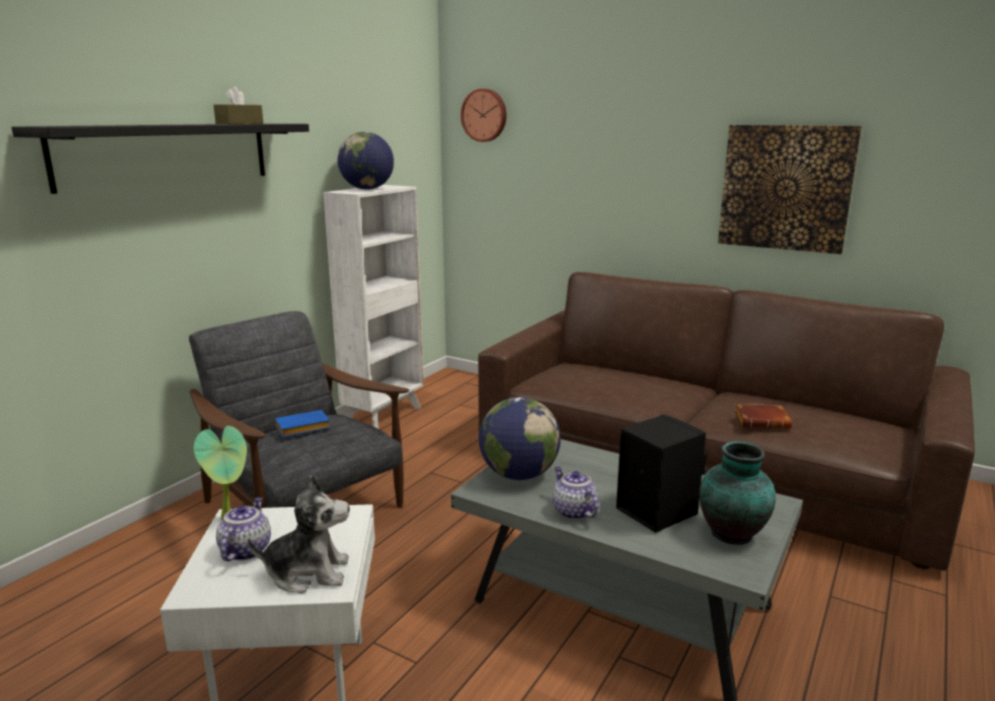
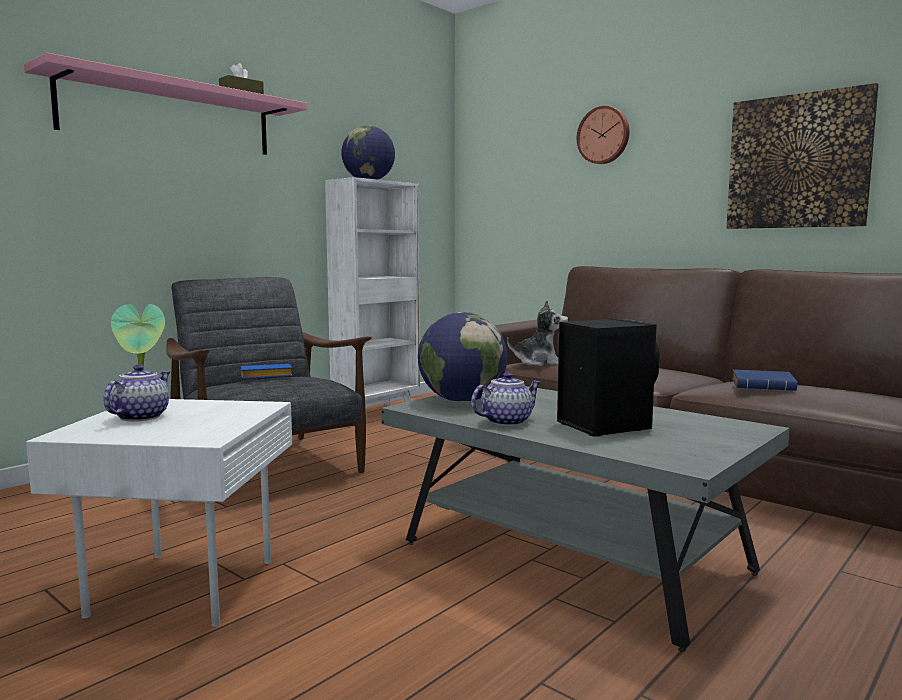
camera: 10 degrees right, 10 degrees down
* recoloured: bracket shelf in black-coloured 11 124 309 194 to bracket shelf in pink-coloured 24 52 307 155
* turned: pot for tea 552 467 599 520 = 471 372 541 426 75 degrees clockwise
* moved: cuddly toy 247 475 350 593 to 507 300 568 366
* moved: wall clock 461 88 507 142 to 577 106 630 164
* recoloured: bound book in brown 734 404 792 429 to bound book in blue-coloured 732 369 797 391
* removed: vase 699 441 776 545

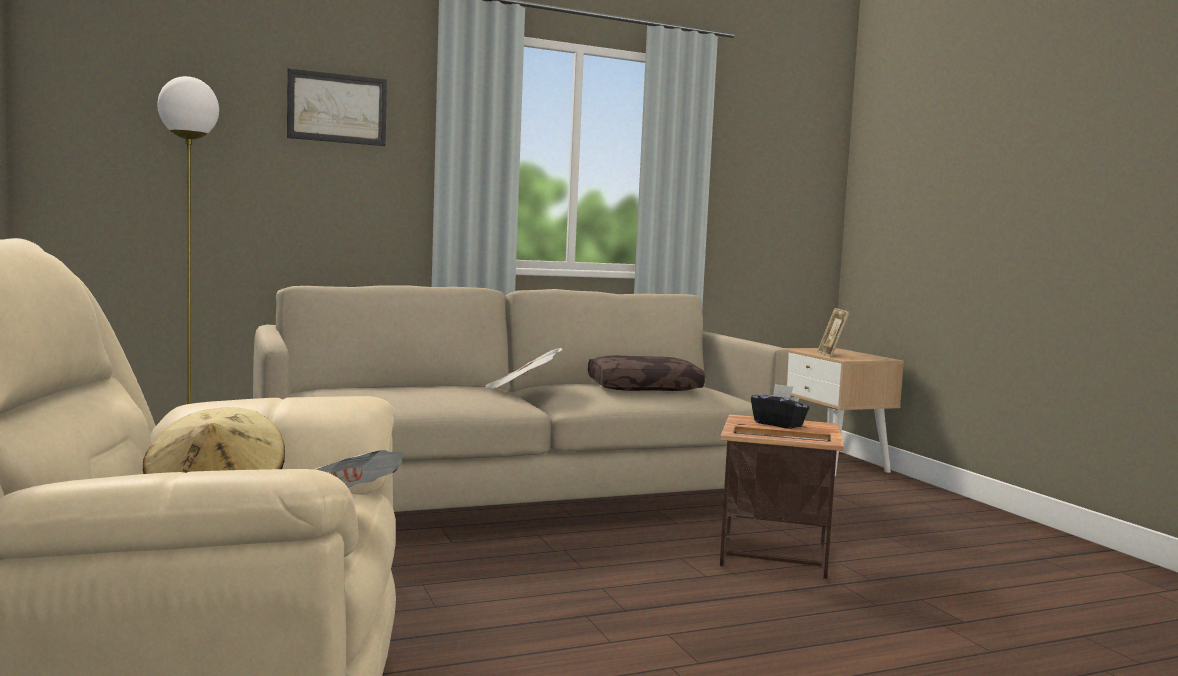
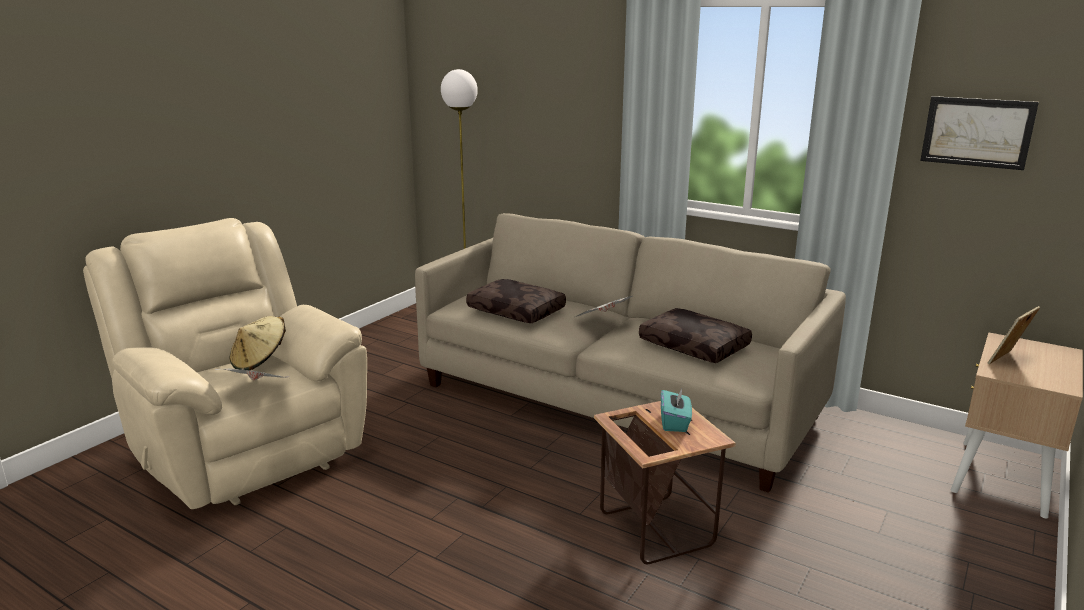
camera: 55 degrees right, 15 degrees up
* added: cushion in brown 466 279 566 323
* recoloured: tissue box in black-coloured 751 384 809 429 to tissue box in turquoise-coloured 661 388 692 432
* moved: picture 287 68 387 146 to 920 96 1039 170

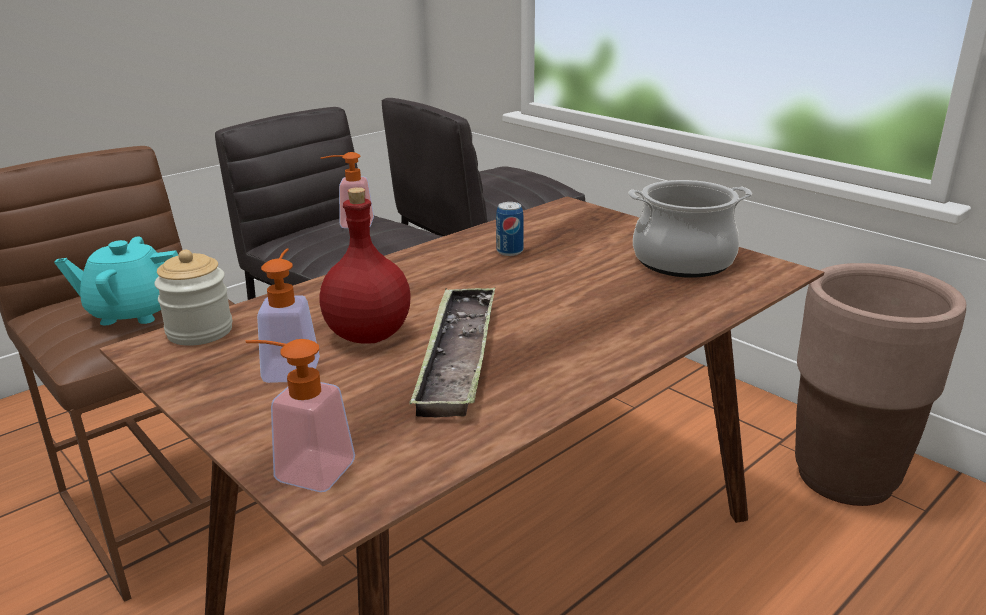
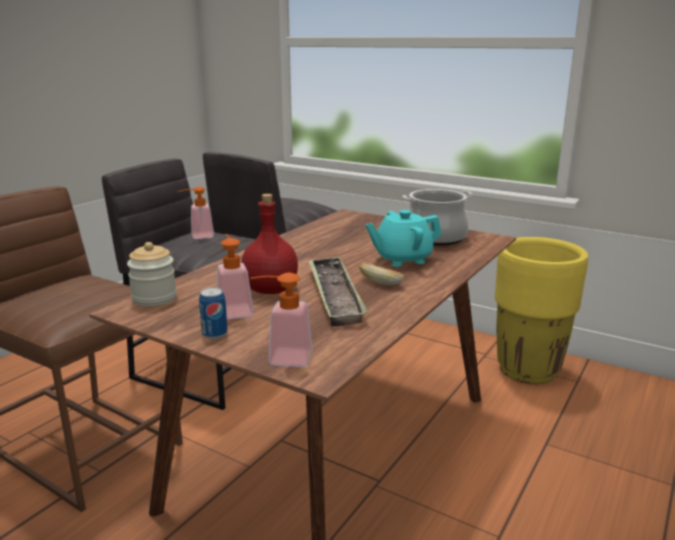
camera: 15 degrees left, 5 degrees down
* moved: can 496 202 524 256 to 199 288 228 339
* added: bread 359 263 404 285
* moved: pot for tea in turquoise-coloured 54 237 178 325 to 366 210 442 267
* recoloured: flower pot in brown 795 263 966 506 to flower pot in yellowish 495 237 588 384

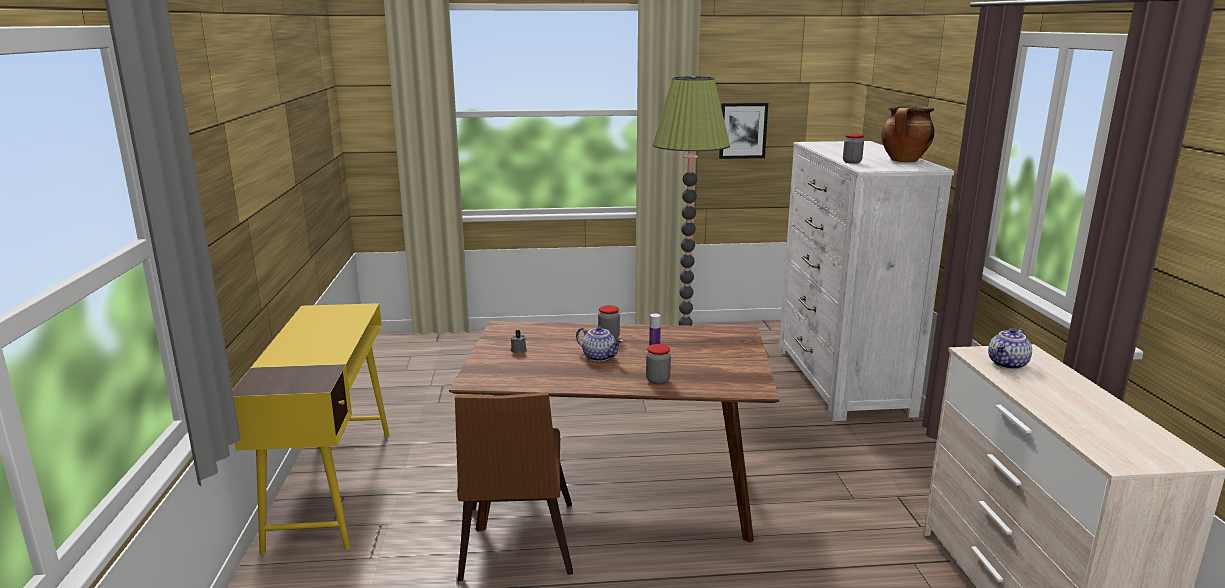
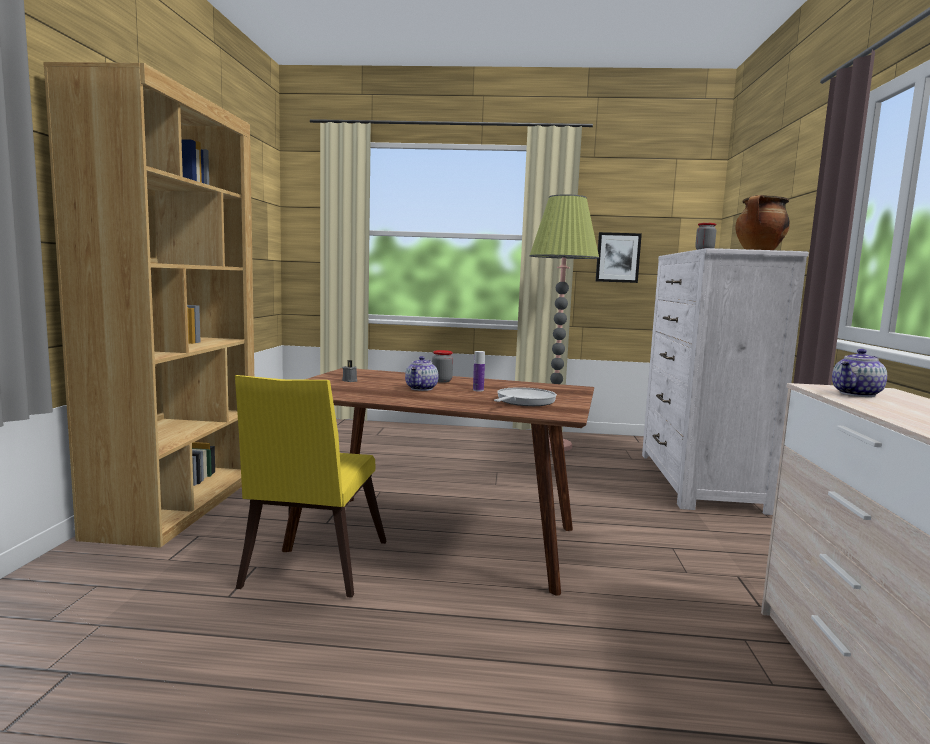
camera: 10 degrees right, 10 degrees down
* replaced: desk table in yellowish 233 303 390 555 to bookshelf in brown 43 62 254 548
* recoloured: plain chair in brown 455 392 573 581 to plain chair in yellowish 235 375 387 598
* turned: pot for tea 576 326 623 362 = 405 356 438 391 60 degrees clockwise
* added: pan 494 387 557 406
* removed: jar 646 344 671 384

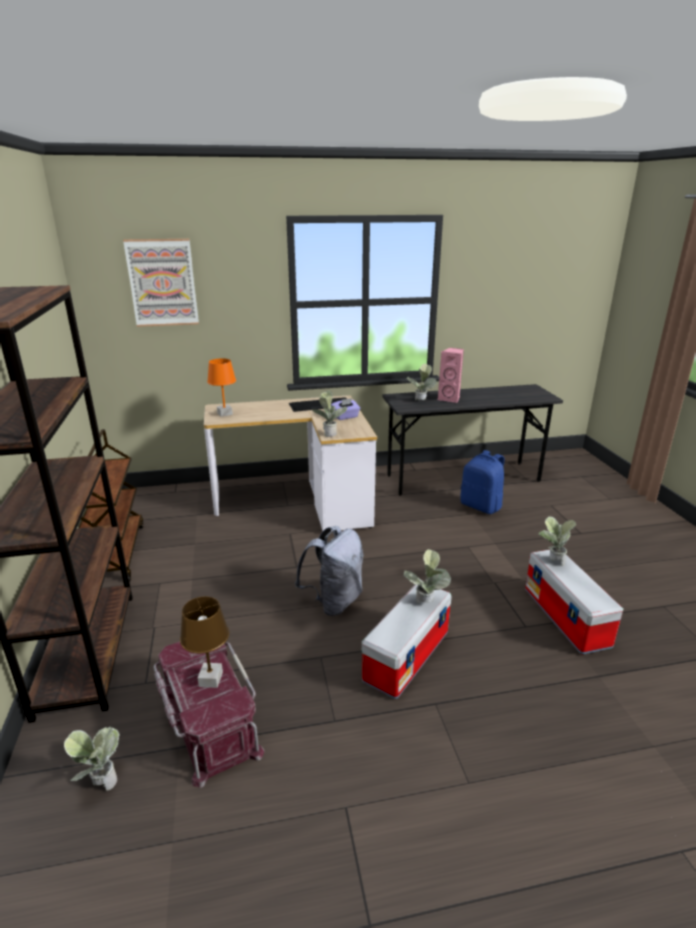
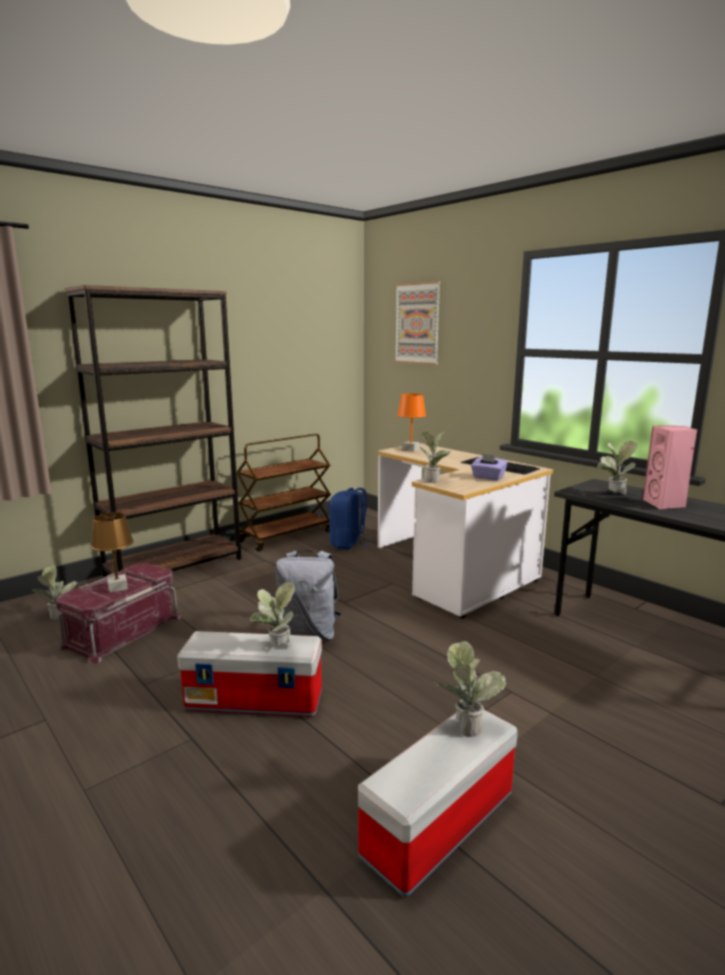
camera: 60 degrees right, 10 degrees down
* moved: backpack in blue-coloured 460 450 505 514 to 329 488 373 550

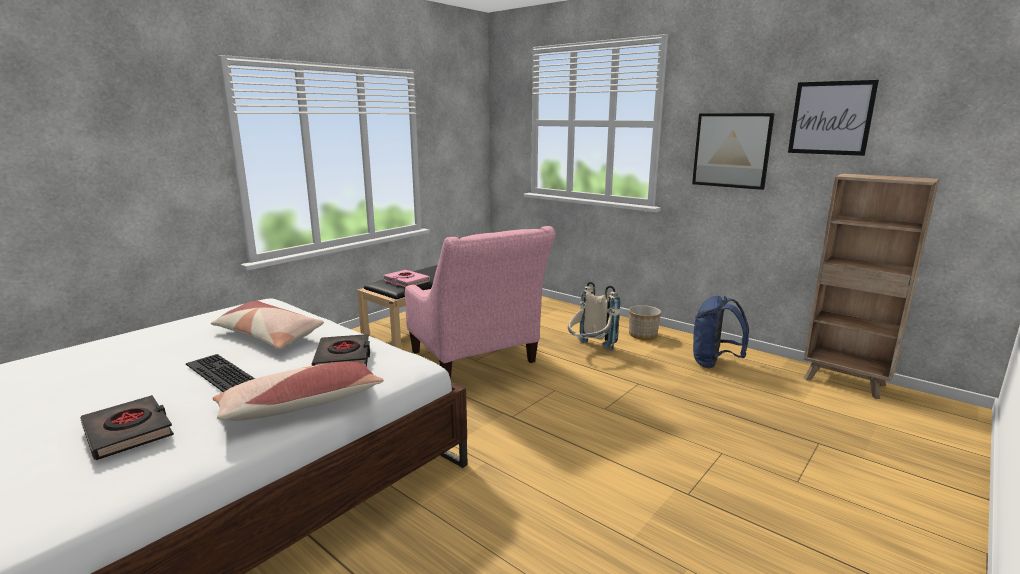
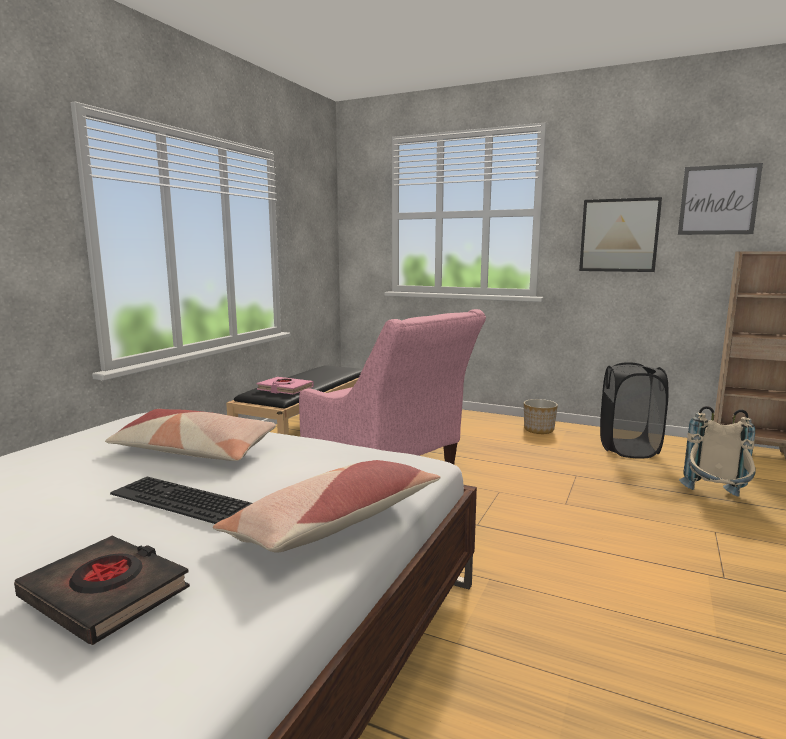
camera: 15 degrees left, 5 degrees down
* replaced: backpack in blue-coloured 693 296 749 368 to laundry basket in black-coloured 600 362 669 458
* moved: backpack in beige 568 282 620 350 to 679 406 756 497
* removed: bound book in black-coloured 312 334 370 367

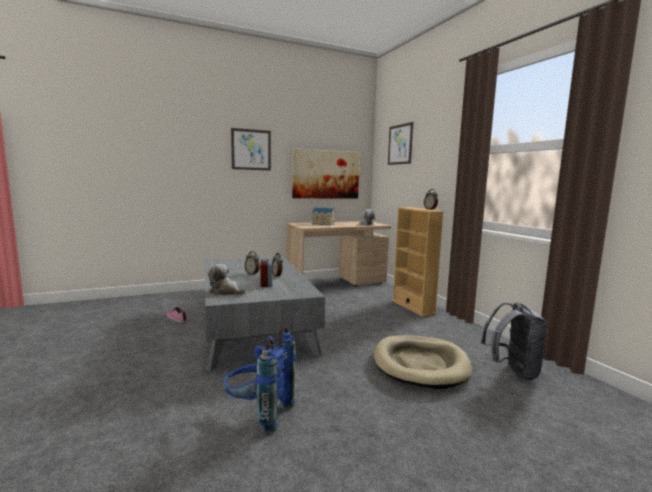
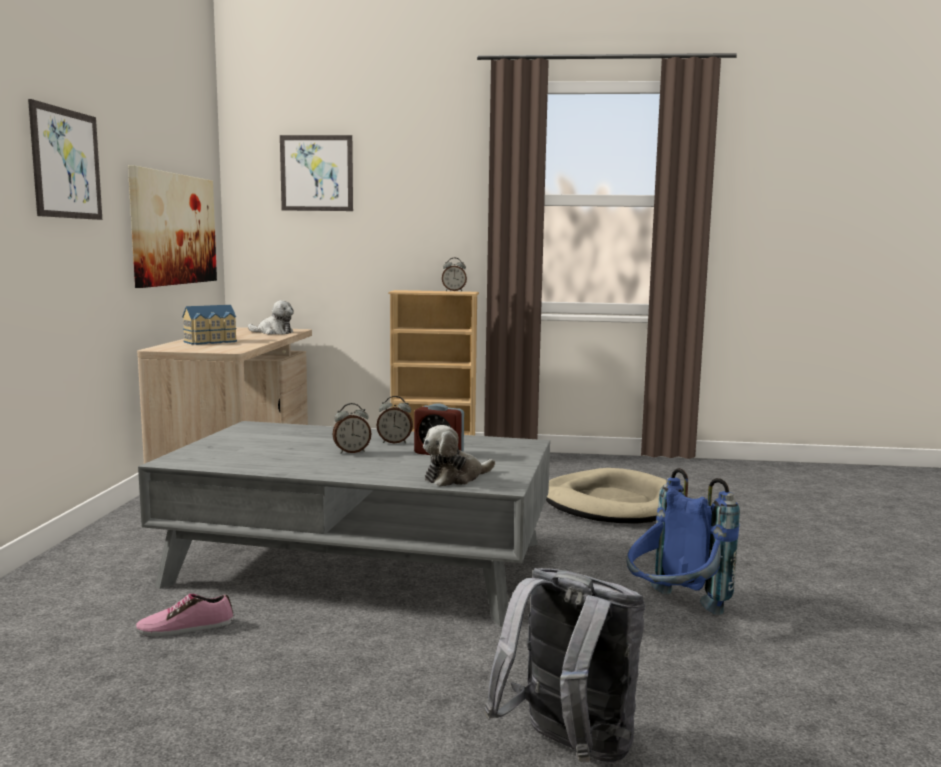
camera: 60 degrees left, 0 degrees up
* moved: backpack in gray 481 302 548 380 to 484 568 645 763

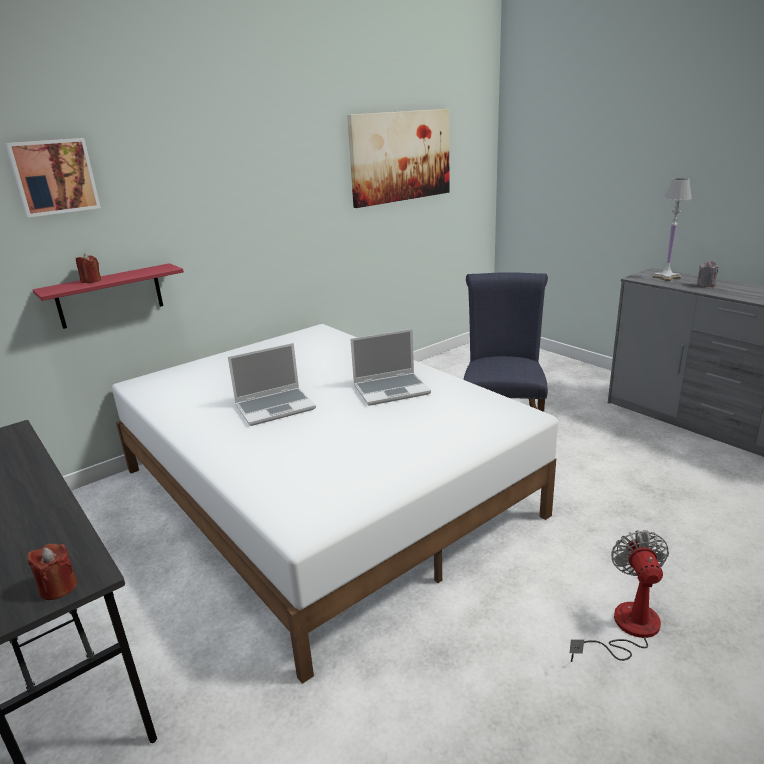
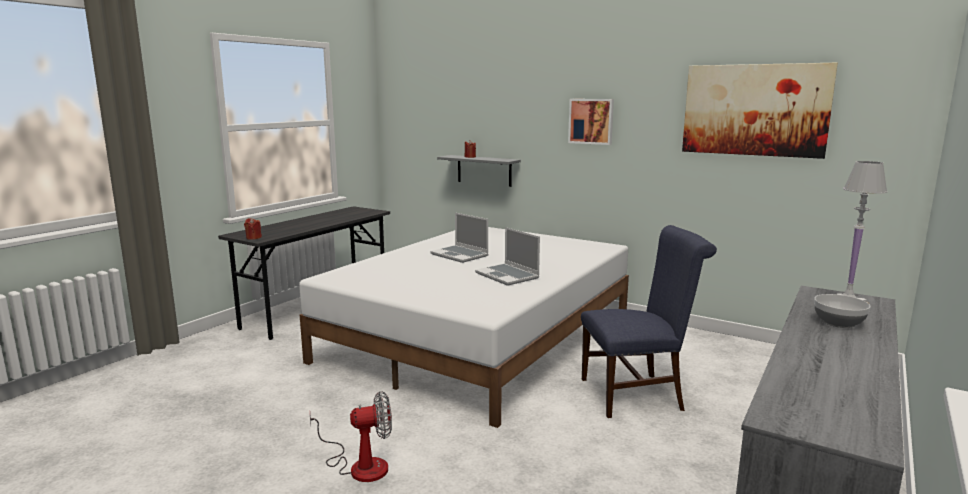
camera: 70 degrees right, 10 degrees down
* recoloured: bracket shelf in red-coloured 33 263 184 329 to bracket shelf in gray 437 155 521 187
* moved: picture 5 138 101 217 to 568 99 614 145
* replaced: candle in gray 697 260 719 287 to serving bowl 814 294 871 328

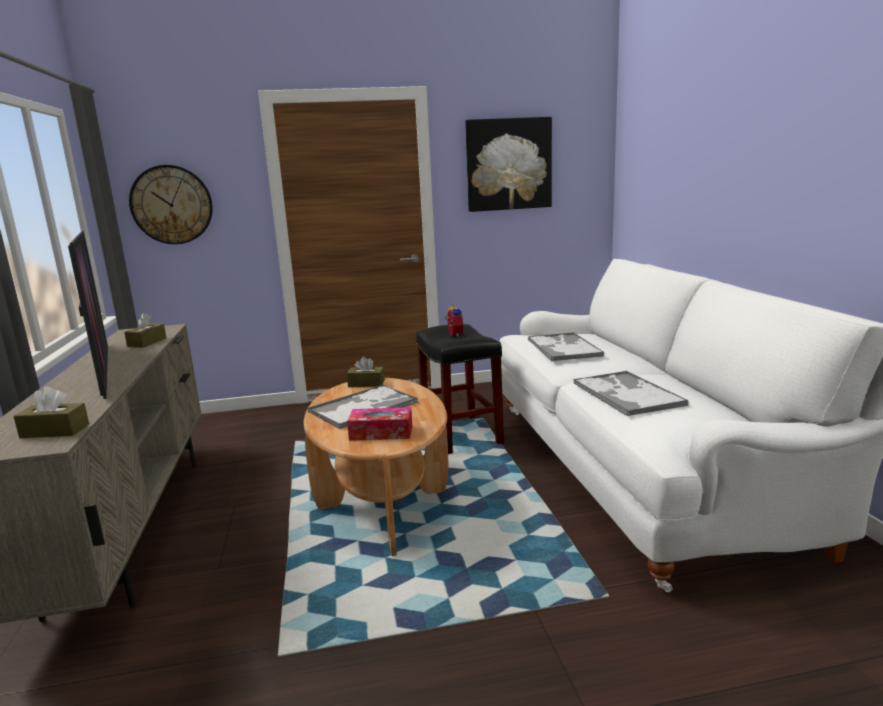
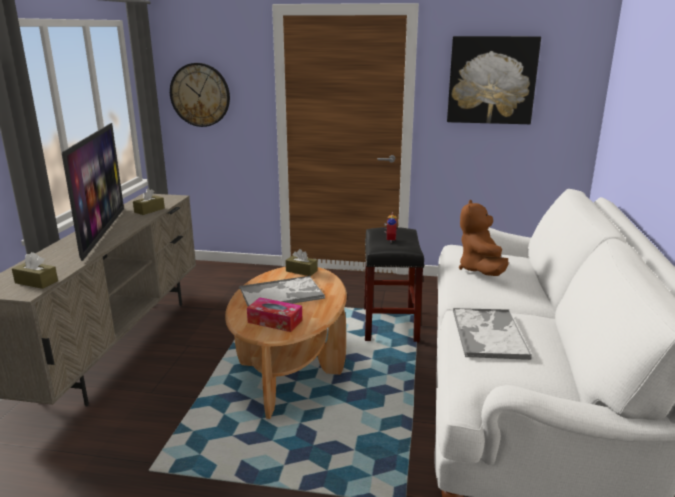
camera: 20 degrees right, 5 degrees up
* replaced: serving tray 528 332 604 361 to cuddly toy in brown 459 200 509 276

